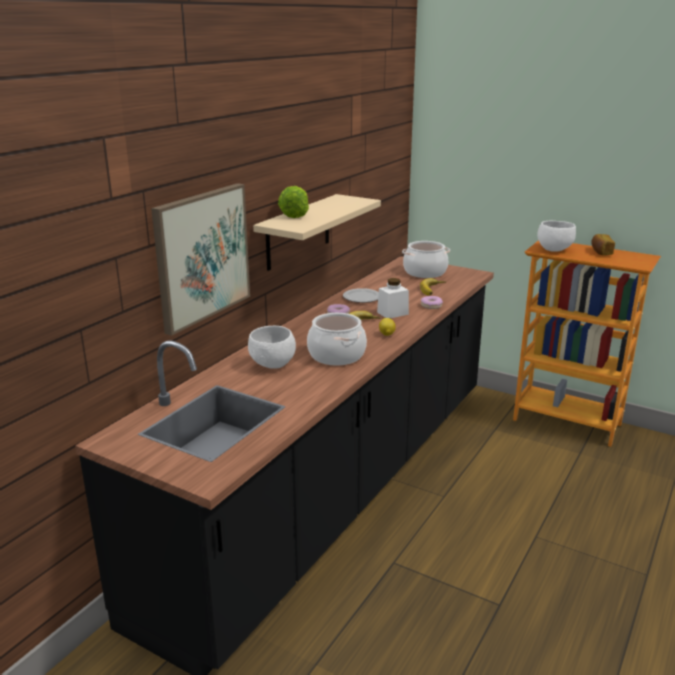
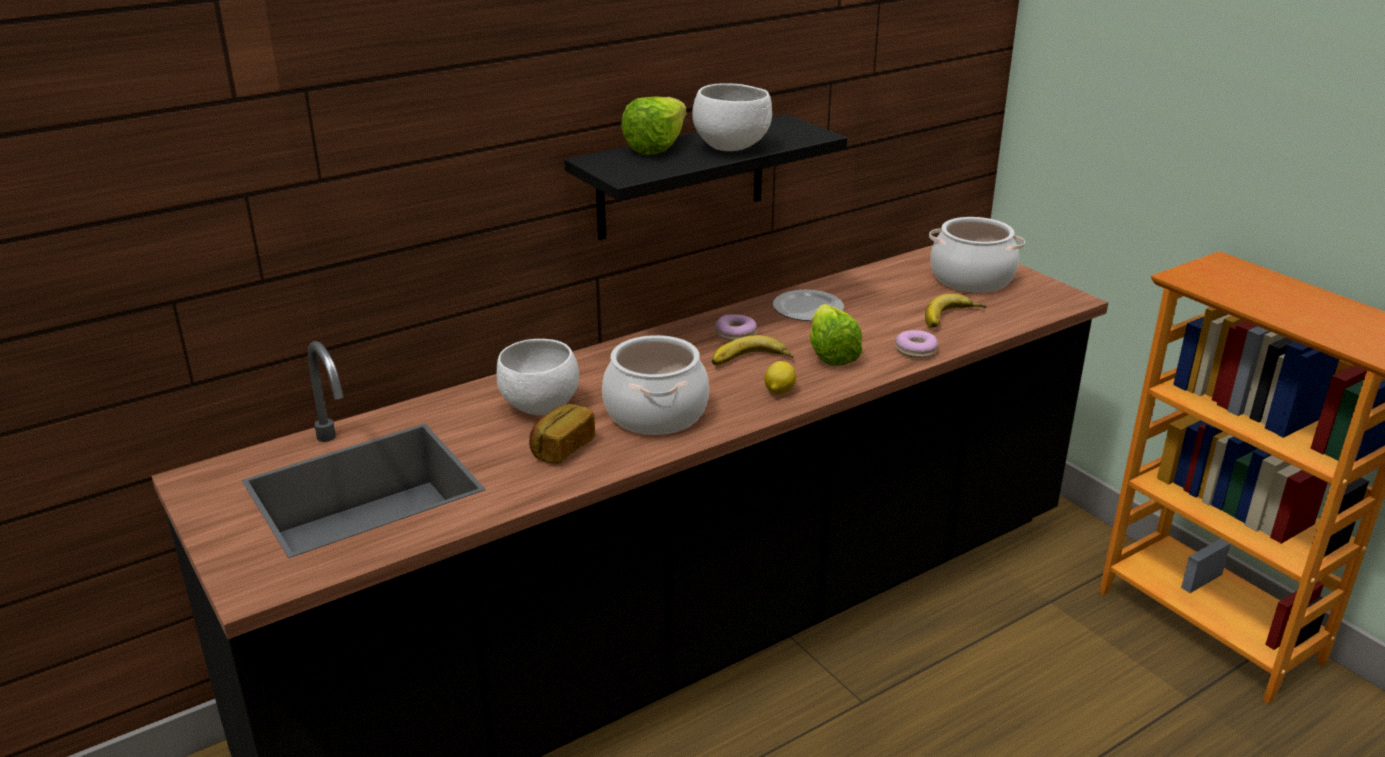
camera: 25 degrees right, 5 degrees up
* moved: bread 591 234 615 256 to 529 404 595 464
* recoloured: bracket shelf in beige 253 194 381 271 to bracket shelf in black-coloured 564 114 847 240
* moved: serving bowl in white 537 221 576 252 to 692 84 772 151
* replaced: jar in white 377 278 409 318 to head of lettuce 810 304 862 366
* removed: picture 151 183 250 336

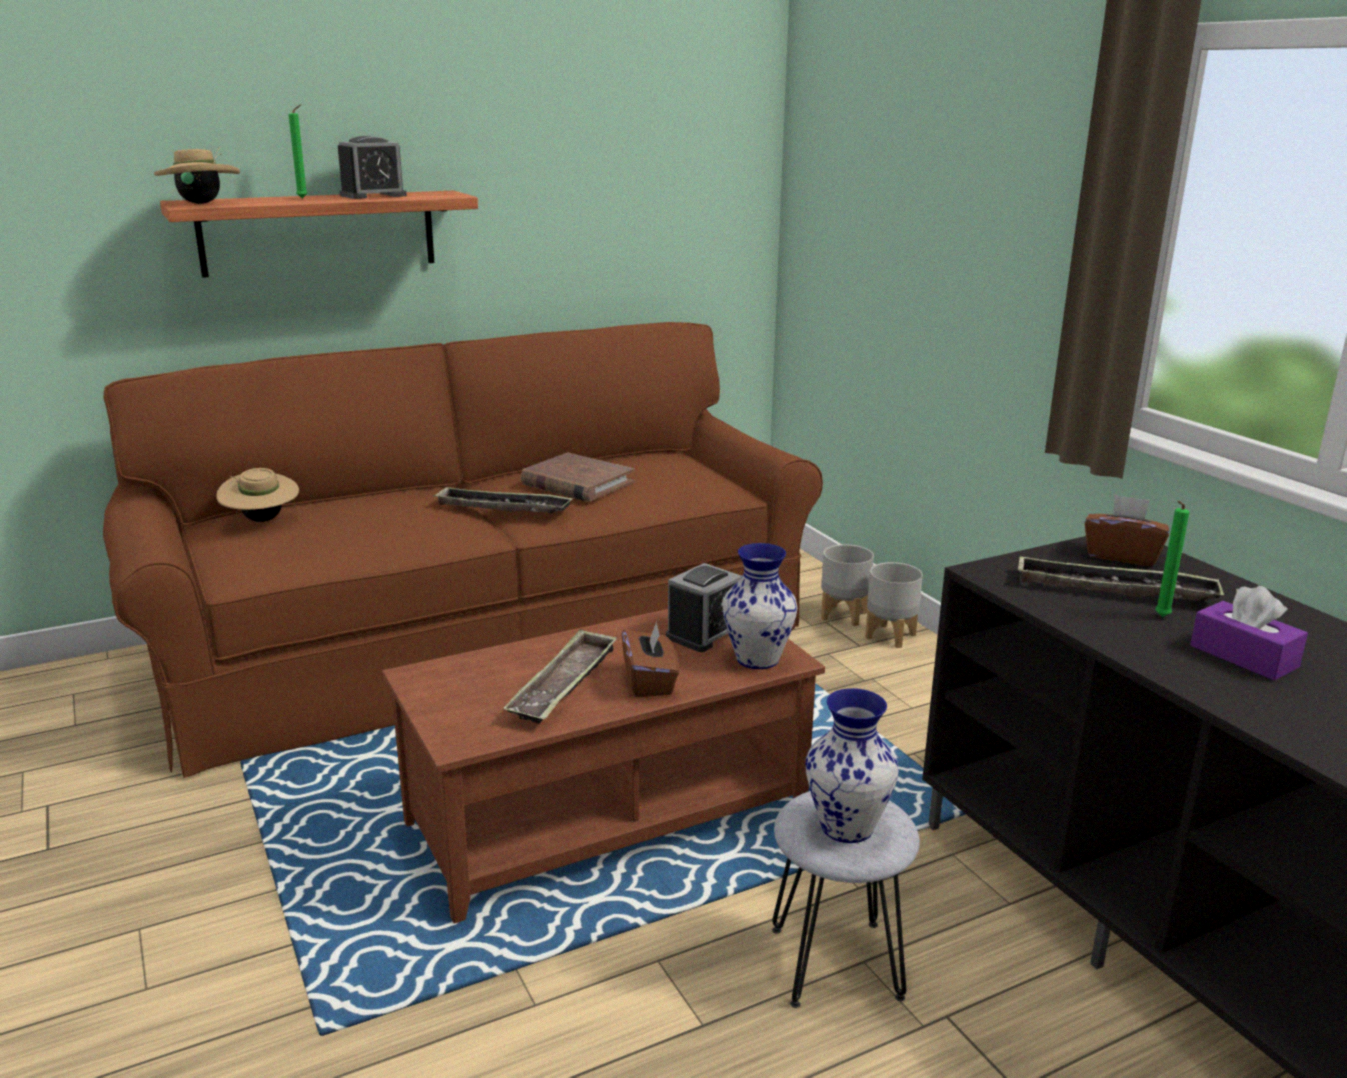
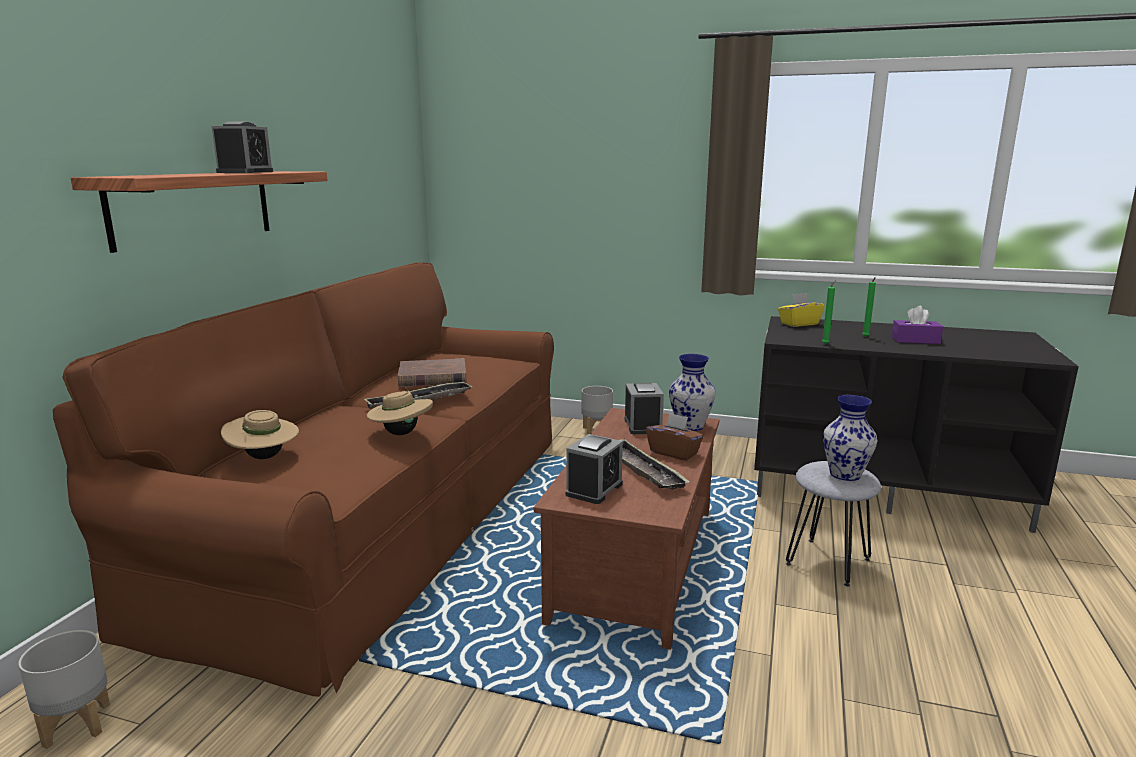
camera: 45 degrees left, 5 degrees down
* moved: flower pot in gray 821 544 874 626 to 18 630 110 749
* moved: wearable hat in beige 154 148 240 204 to 367 387 433 435
* added: alarm clock 565 434 623 504
* recoloured: tissue box in brown 1085 495 1169 566 to tissue box in yellowish 778 293 825 327
* moved: candle in green-coloured 289 104 308 198 to 822 280 836 345
* removed: serving tray 1018 555 1224 602

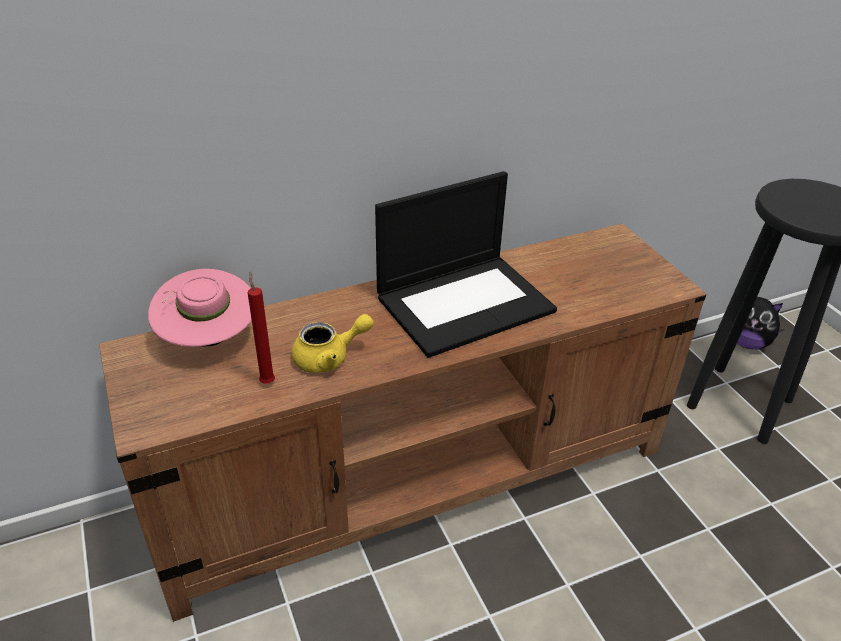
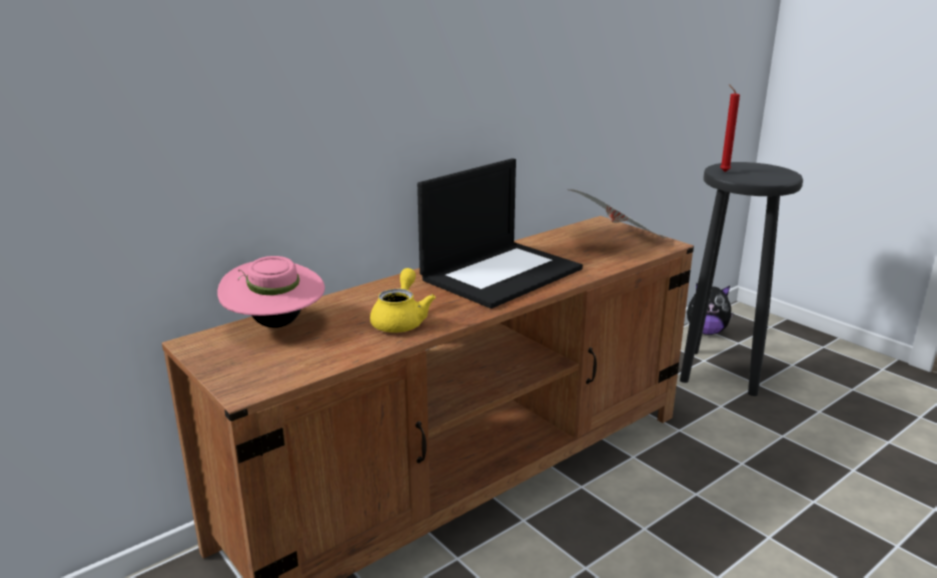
camera: 15 degrees left, 15 degrees down
* turned: pot for tea in yellowish 292 314 374 373 = 370 268 436 333 45 degrees counterclockwise
* added: newspaper 569 189 666 238
* moved: candle in red-coloured 248 272 275 384 to 720 84 740 172

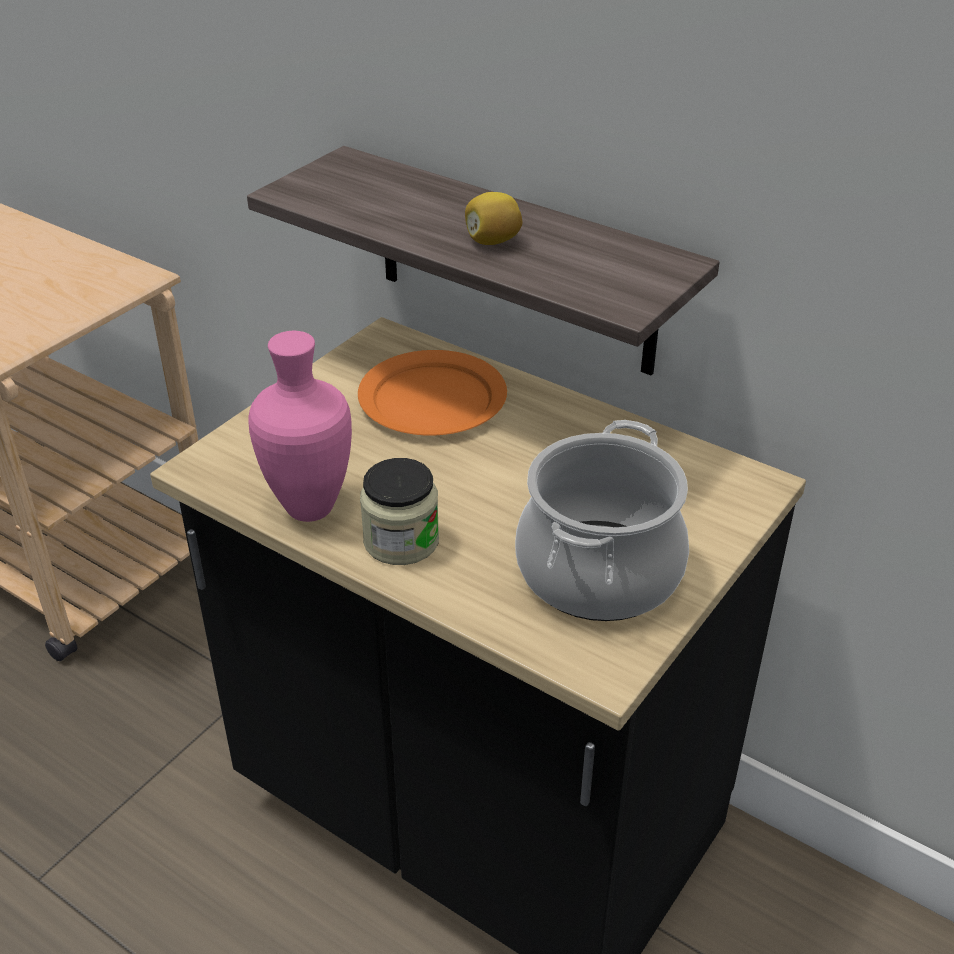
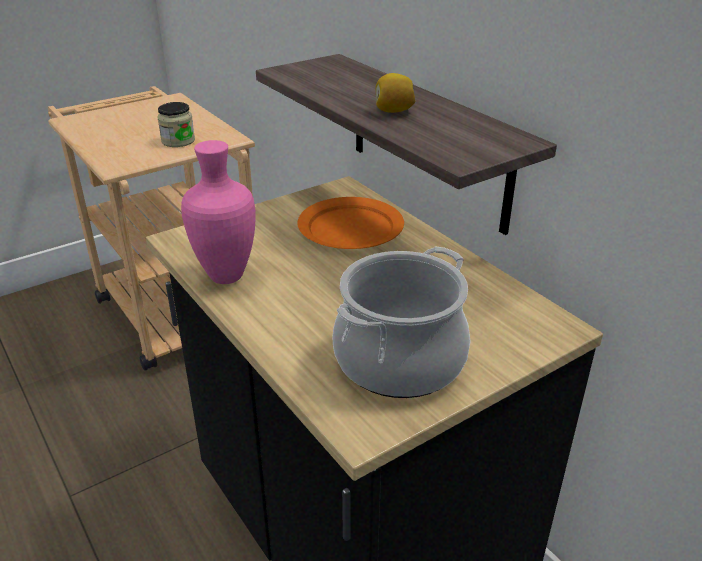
camera: 20 degrees right, 5 degrees down
* moved: jar 360 458 439 565 to 157 102 195 147

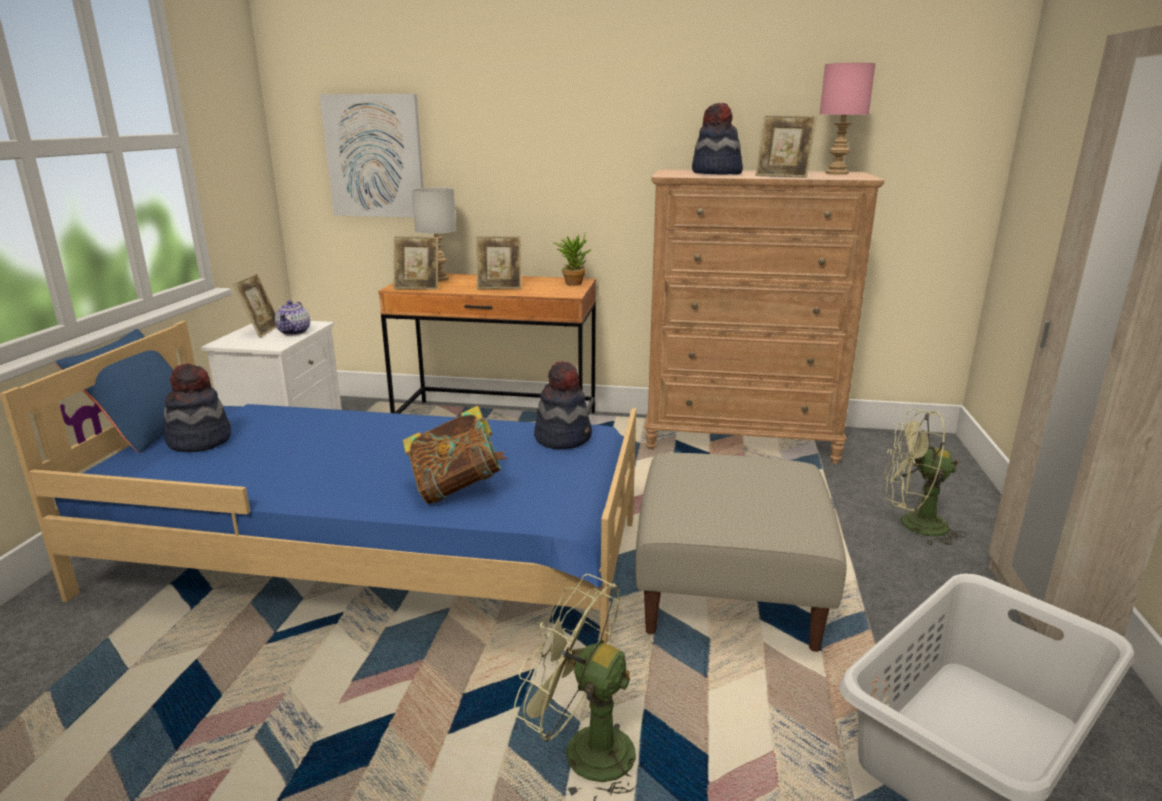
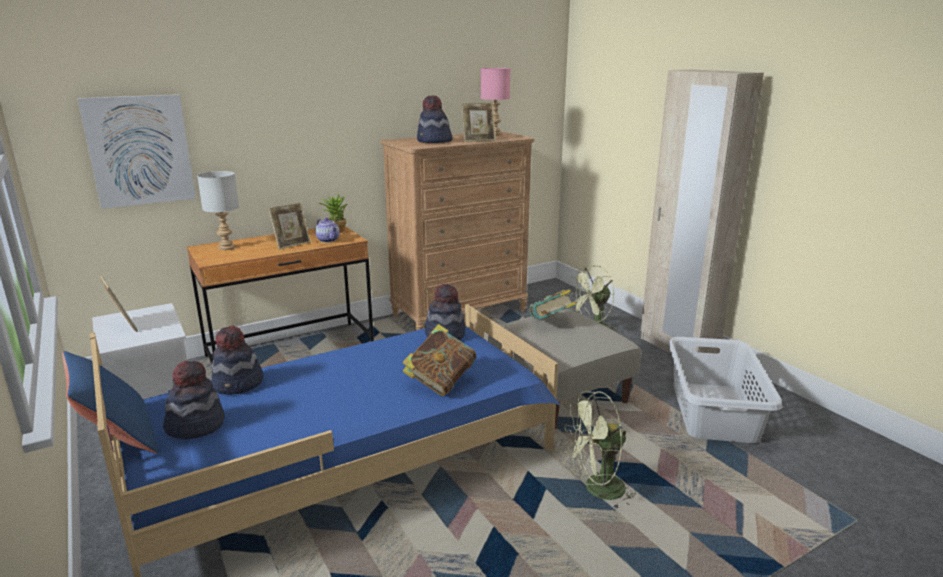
camera: 40 degrees left, 0 degrees up
* added: wearable hat 212 325 264 395
* moved: pot for tea 275 300 310 335 to 315 218 340 243
* added: bound book 529 289 577 319
* removed: standing frame 394 236 438 290

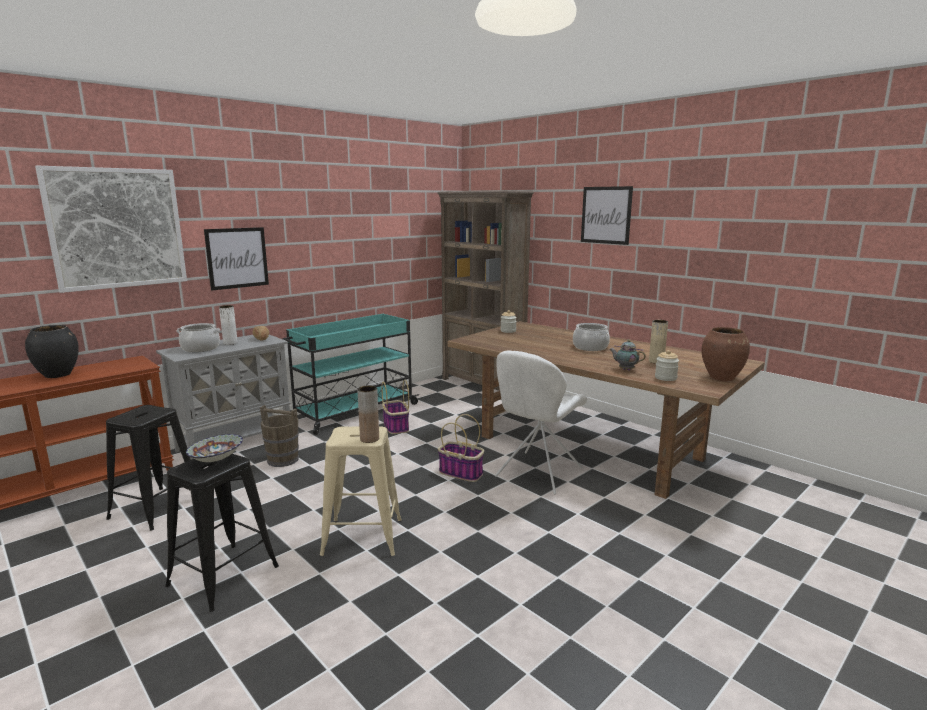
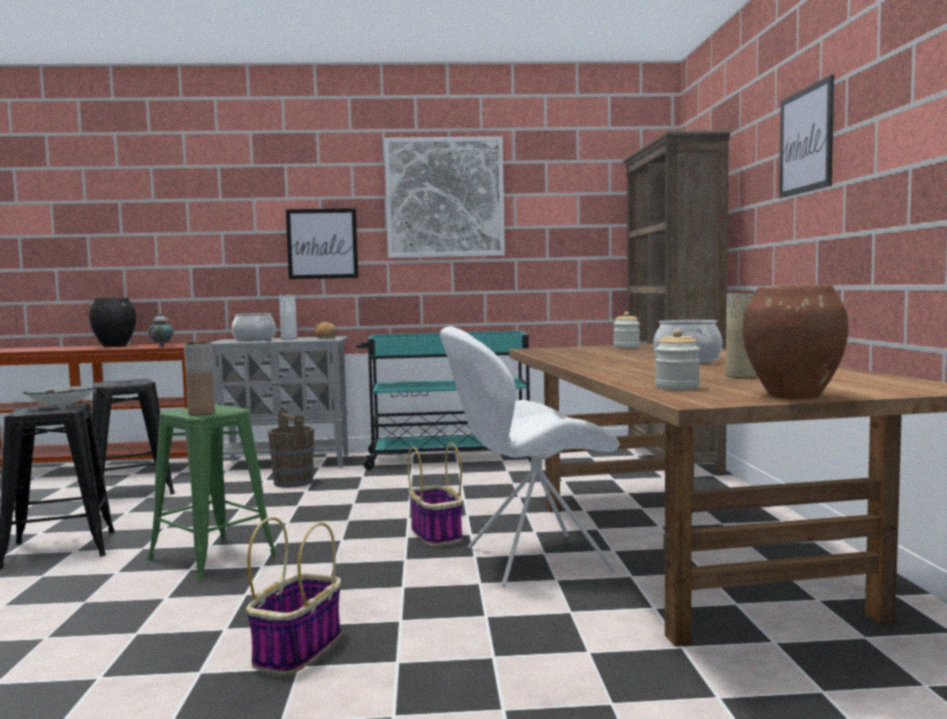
camera: 40 degrees right, 10 degrees down
* recoloured: stool seat in beige 320 426 402 556 to stool seat in green-coloured 147 404 277 581
* moved: pot for tea 610 340 646 371 to 148 313 174 347
* moved: basket 381 380 409 434 to 246 517 341 675
* moved: picture 35 165 187 293 to 384 136 505 258

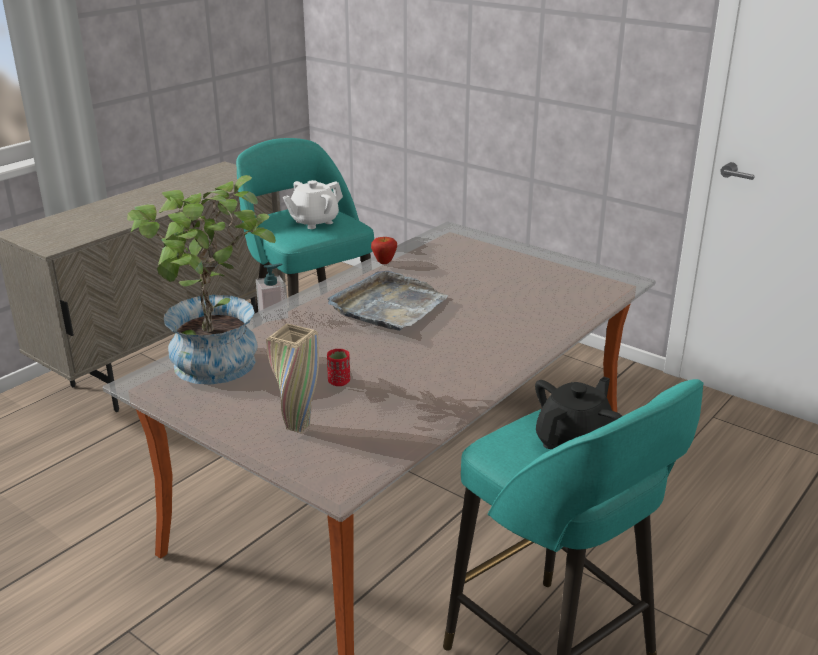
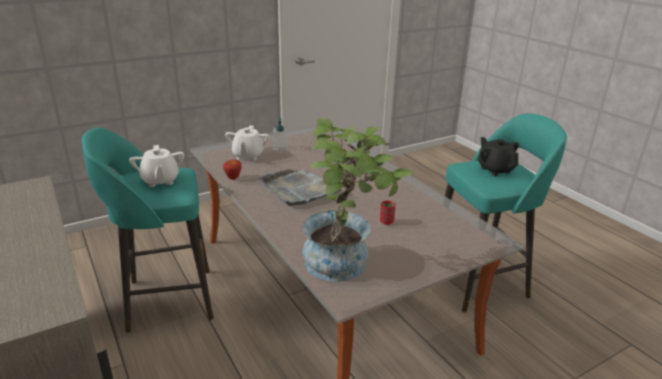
camera: 70 degrees left, 0 degrees up
* added: pot for tea in white 225 126 269 160
* moved: liquid soap bottle 256 263 288 322 to 273 118 288 152
* removed: vase in beige 266 324 319 433

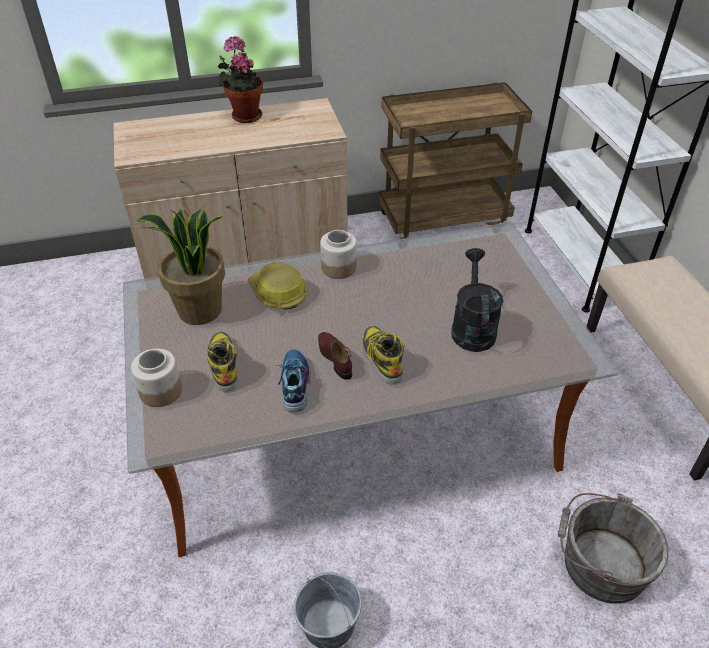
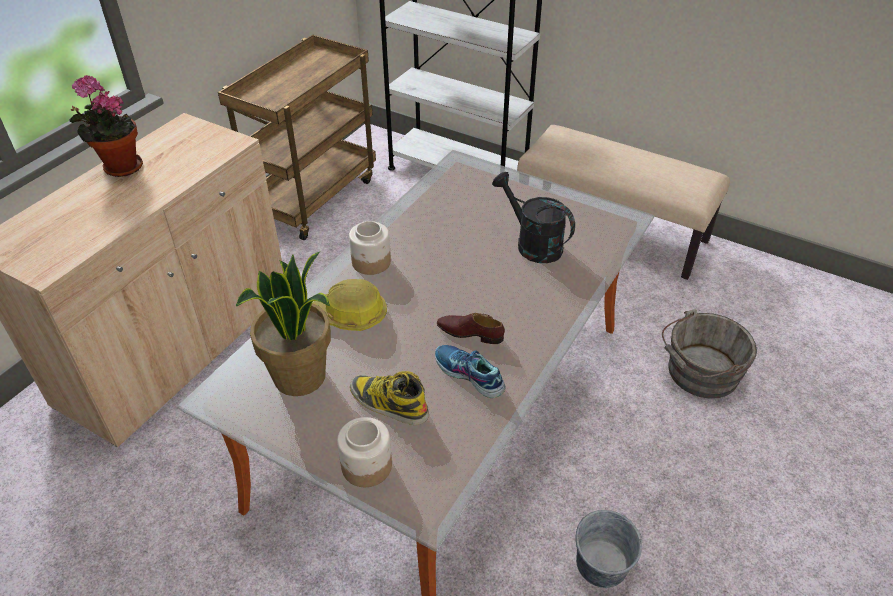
camera: 45 degrees left, 0 degrees up
* removed: boot 362 326 405 384

